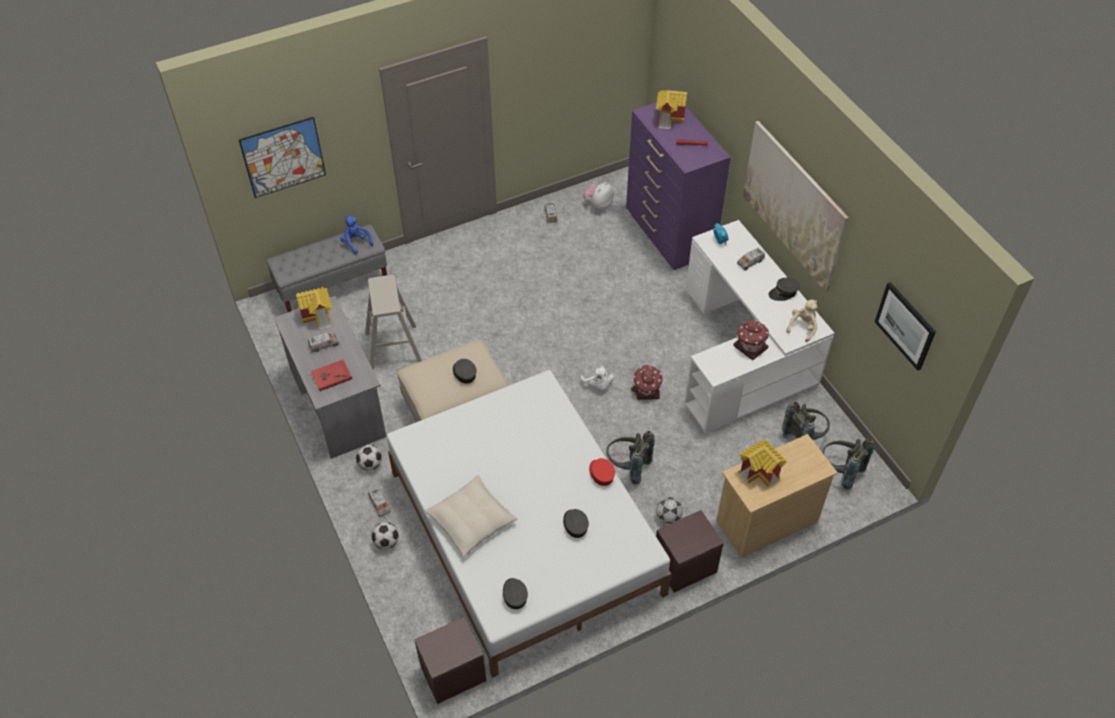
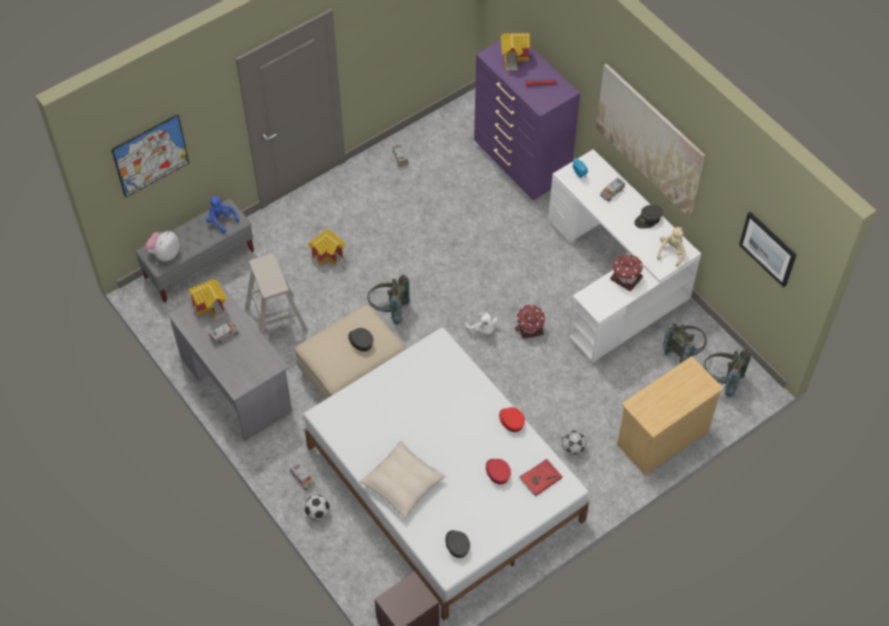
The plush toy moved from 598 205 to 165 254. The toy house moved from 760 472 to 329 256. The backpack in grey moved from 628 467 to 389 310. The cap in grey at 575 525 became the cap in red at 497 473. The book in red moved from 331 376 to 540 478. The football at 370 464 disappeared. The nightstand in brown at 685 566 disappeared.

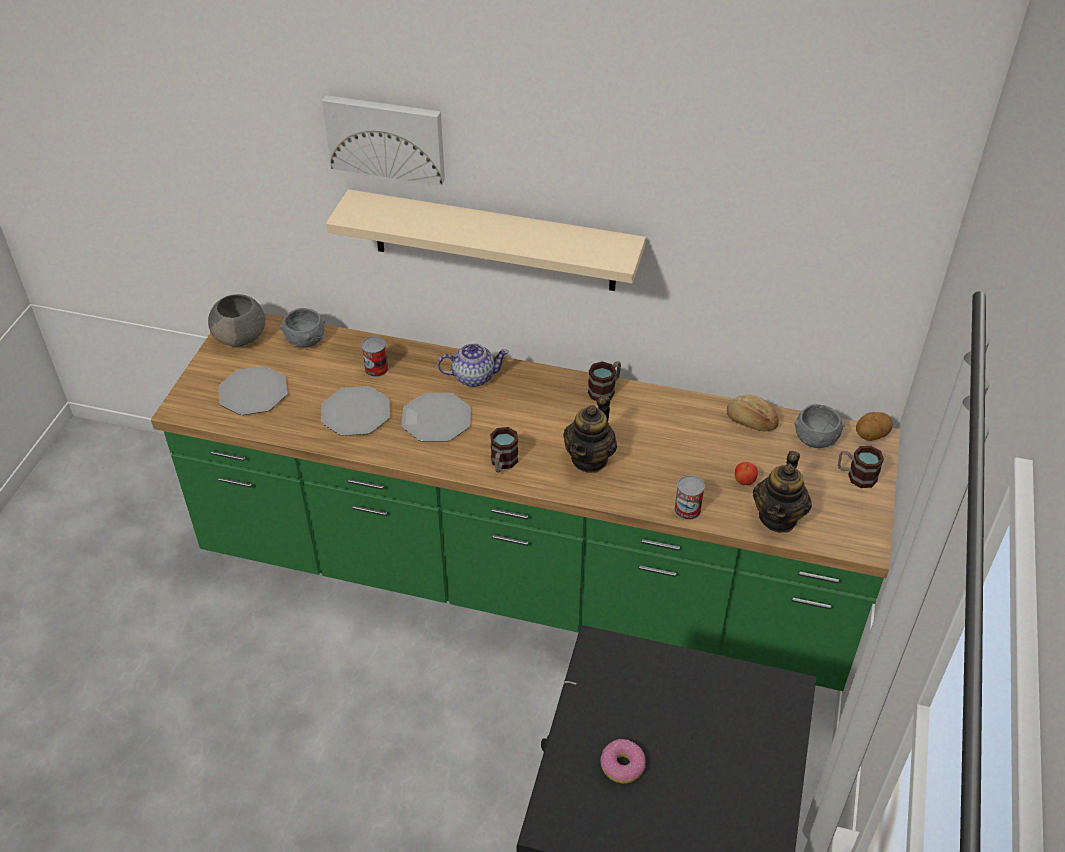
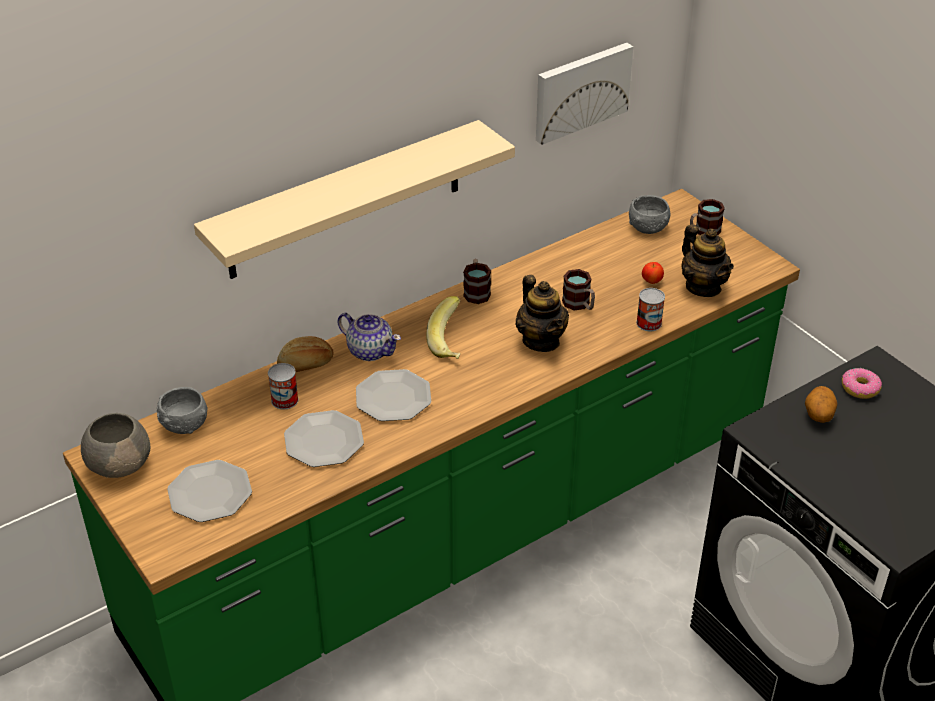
The bread moved from 750 422 to 306 365. The teapot at 473 377 turned 90 degrees clockwise. The banana at 451 343 appeared. The picture moved from 386 137 to 580 91. The mug moved from 502 463 to 579 305. The potato moved from 871 435 to 818 416. The donut moved from 622 766 to 860 388.

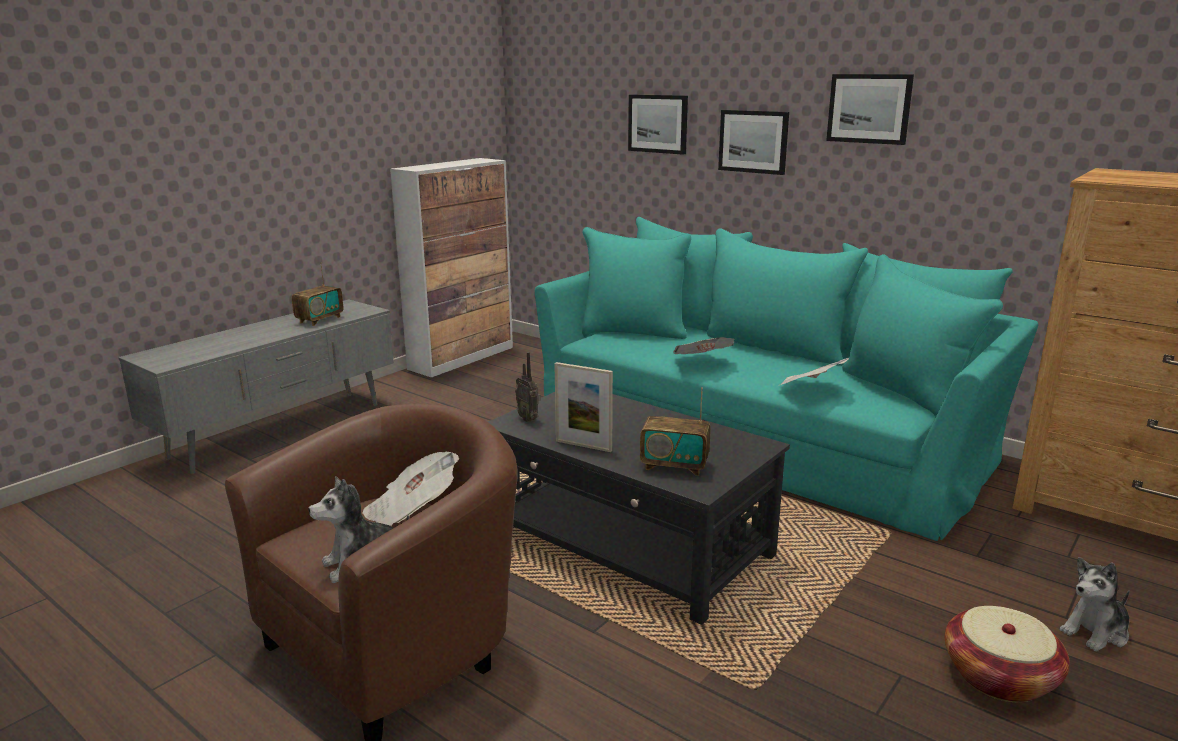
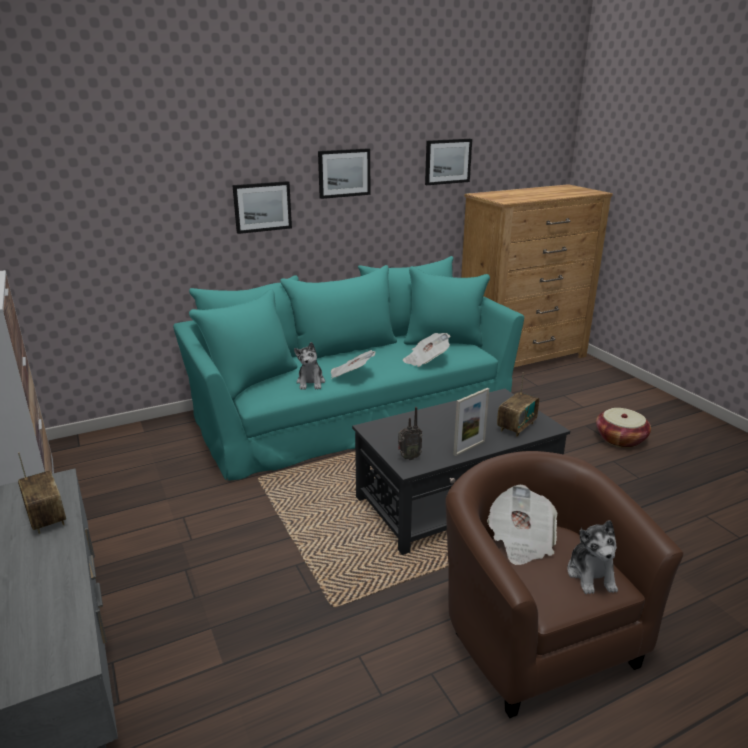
The plush toy moved from 1095 632 to 311 382. The picture moved from 658 123 to 447 161.

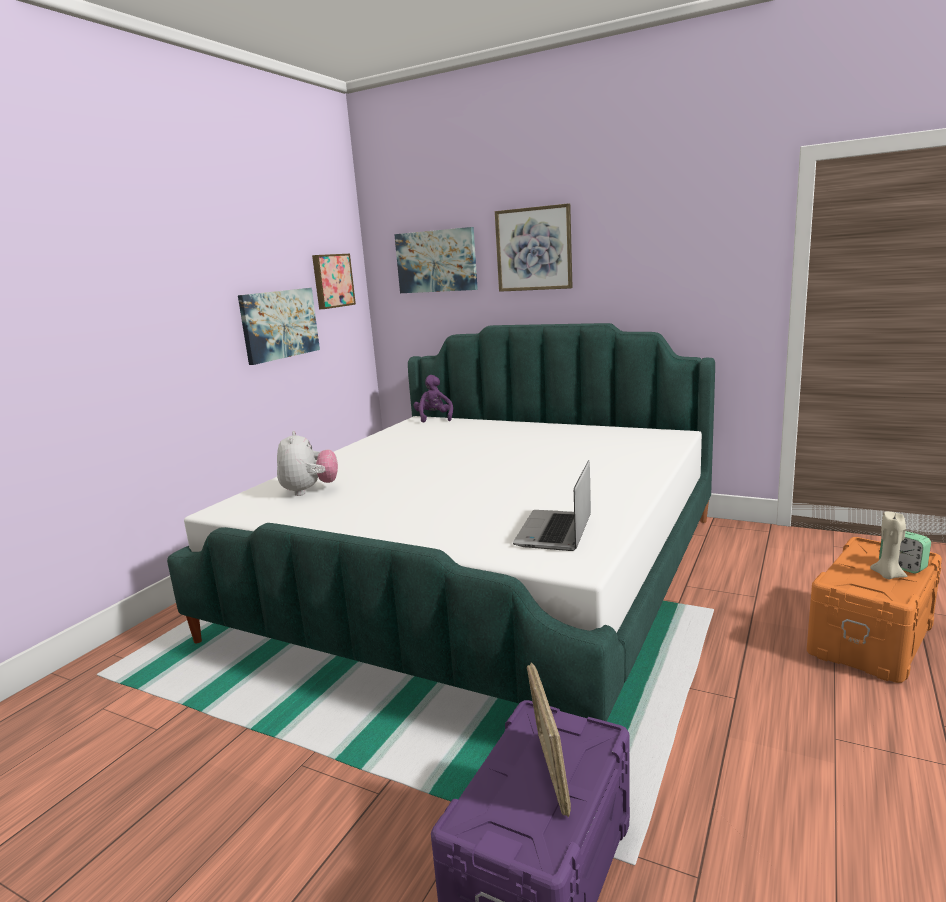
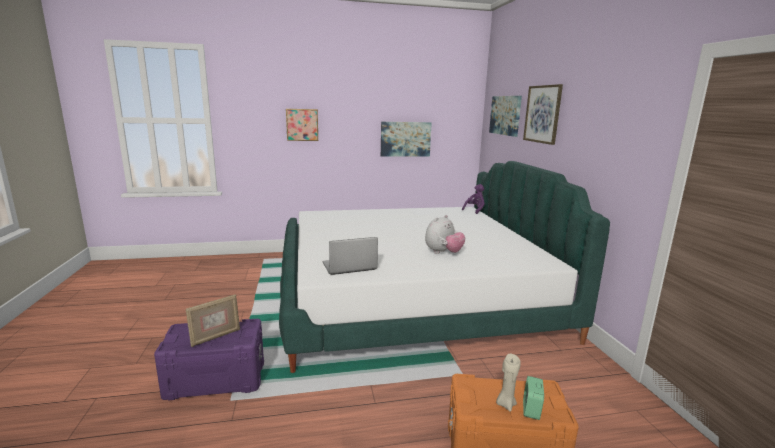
The picture moved from 332 281 to 302 124. The plush toy moved from 309 491 to 443 253.

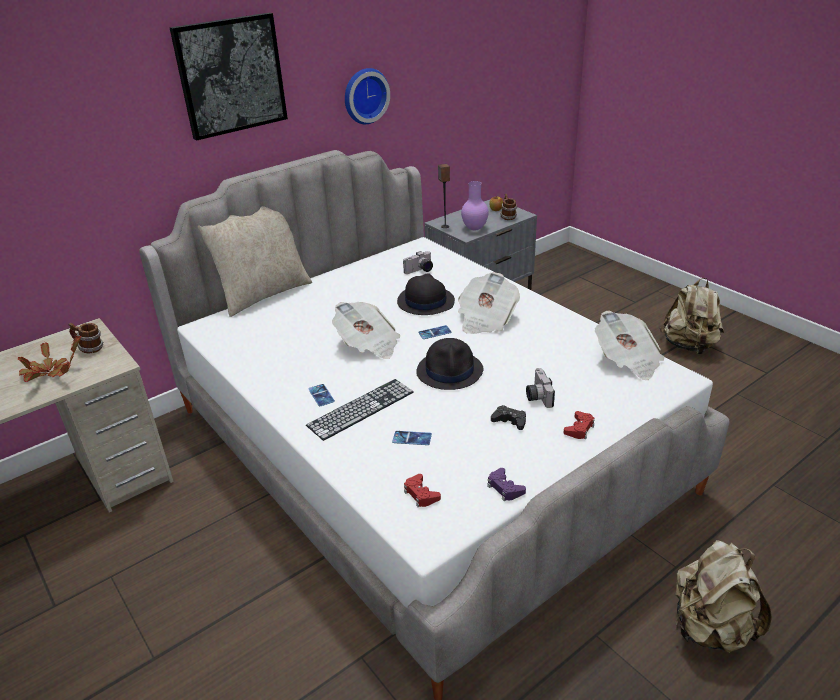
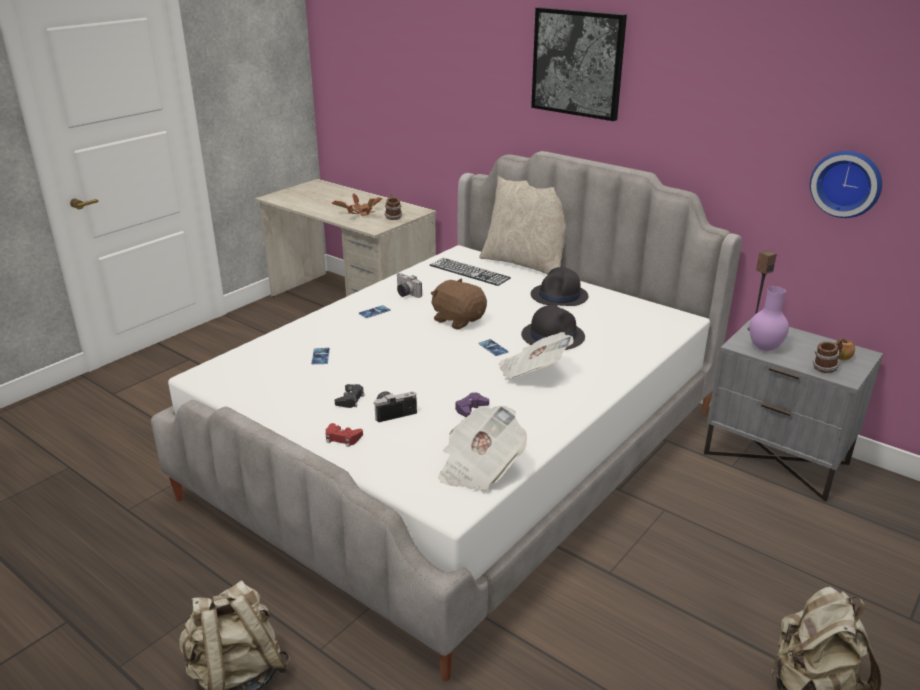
The photo camera moved from 420 271 to 405 294. The keyboard moved from 361 408 to 469 272. The newspaper at 368 345 was replaced by the plush toy in brown at 458 320. The game controller in purple moved from 504 488 to 470 408. The hat in black moved from 450 371 to 559 296. The wall clock moved from 364 95 to 847 183. The game controller in red at 421 494 disappeared.

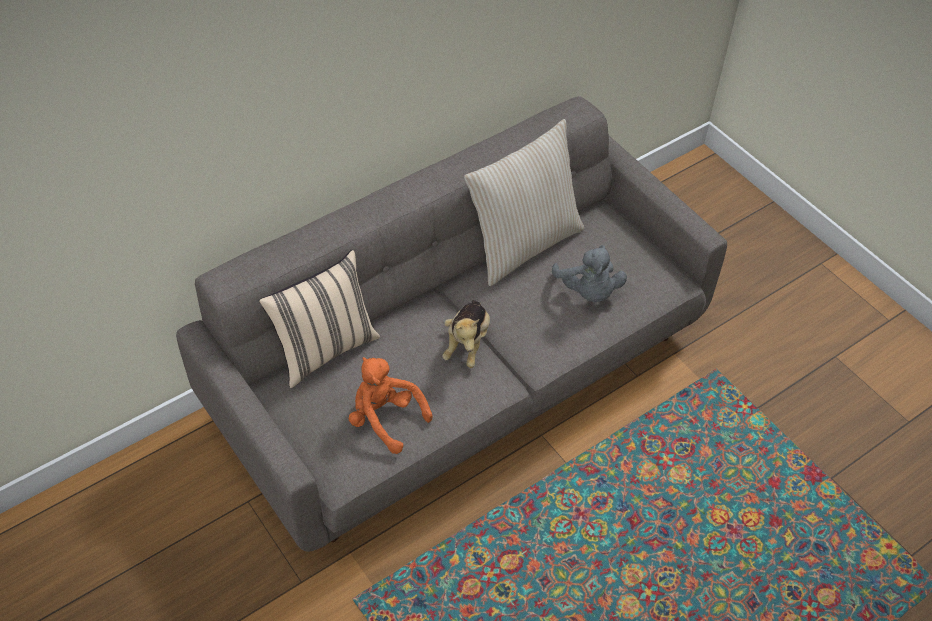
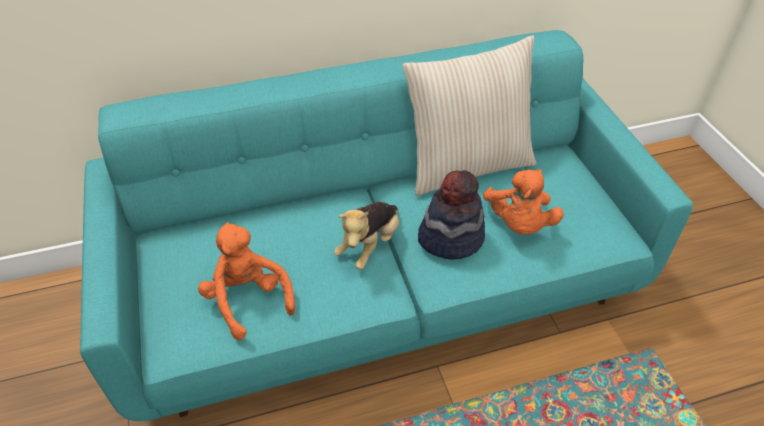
The sofa in grey at 463 375 became the sofa in turquoise at 382 286. The hat at 450 237 appeared. The plush toy in grey at 588 291 became the plush toy in orange at 518 224. The pillow in beige at 324 349 disappeared.

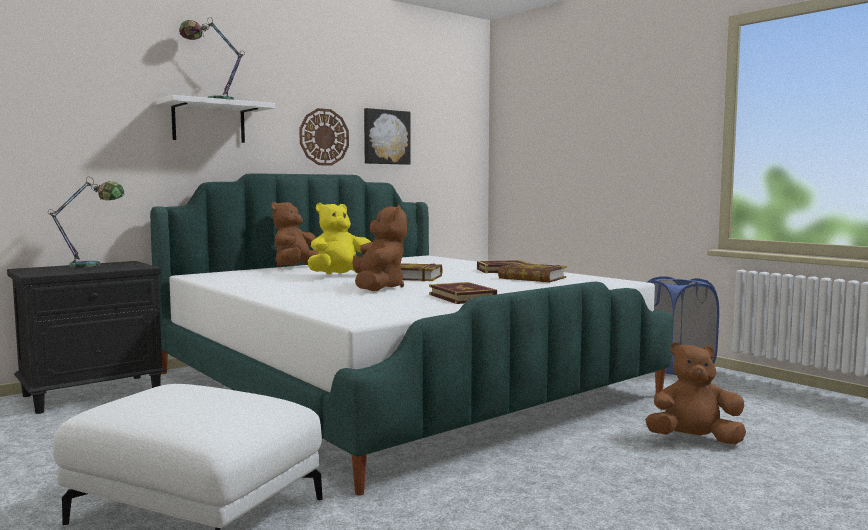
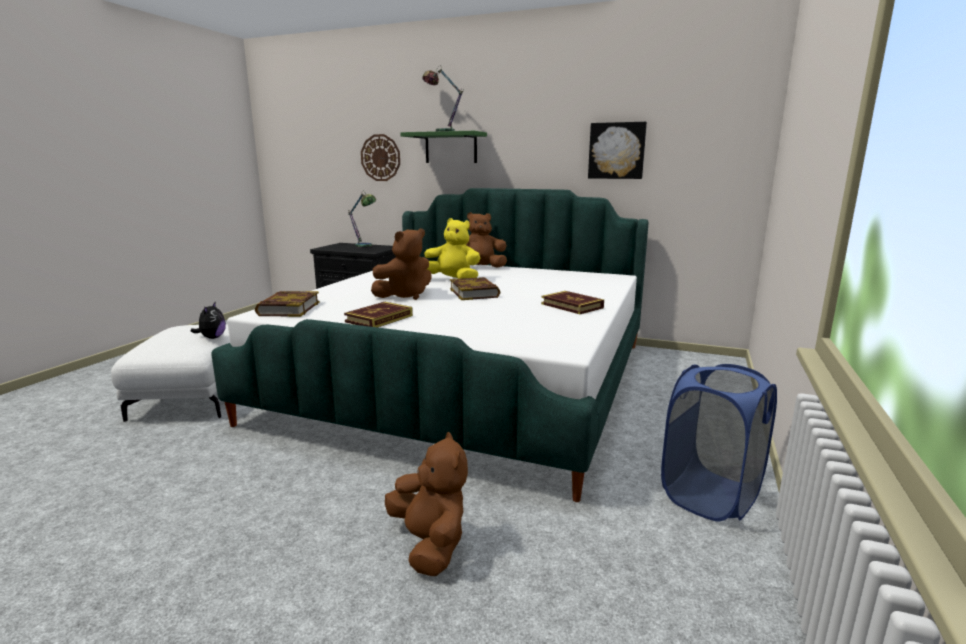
The plush toy at 212 338 appeared. The book moved from 532 278 to 288 309. The wall clock moved from 324 137 to 380 158. The shelf in white at 208 122 became the shelf in green at 451 148.

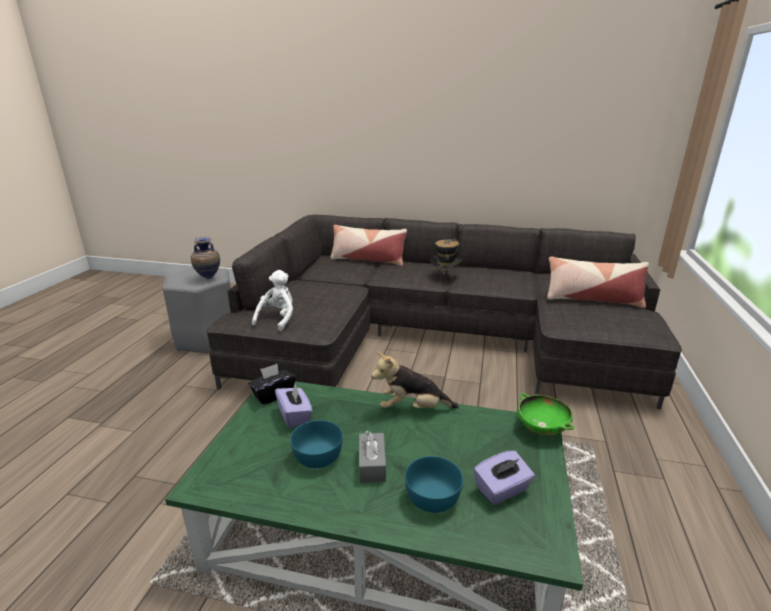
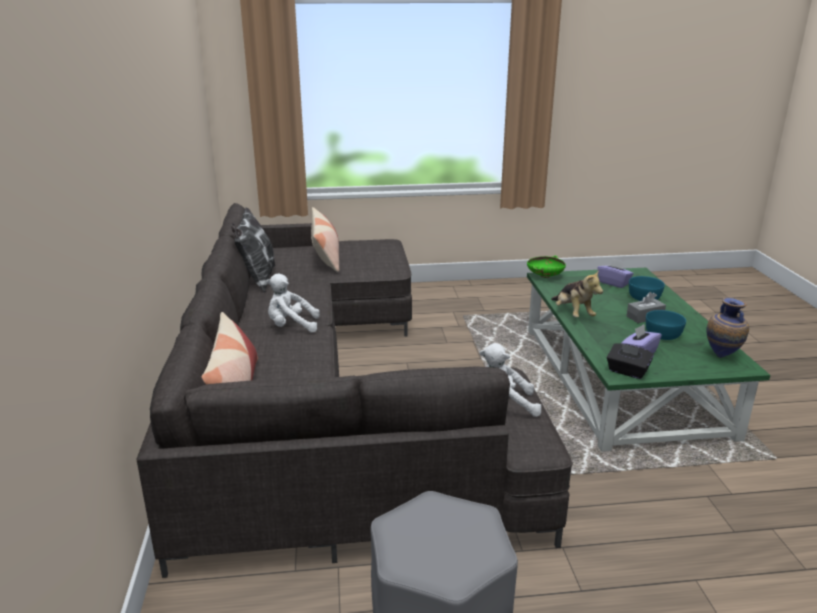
The pillow at 257 280 appeared. The hat at 445 277 was replaced by the plush toy in white at 291 326. The vase moved from 208 279 to 722 356.

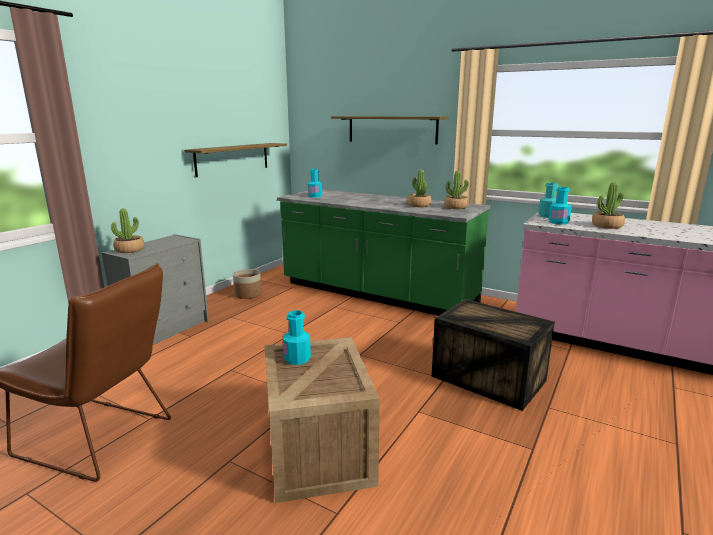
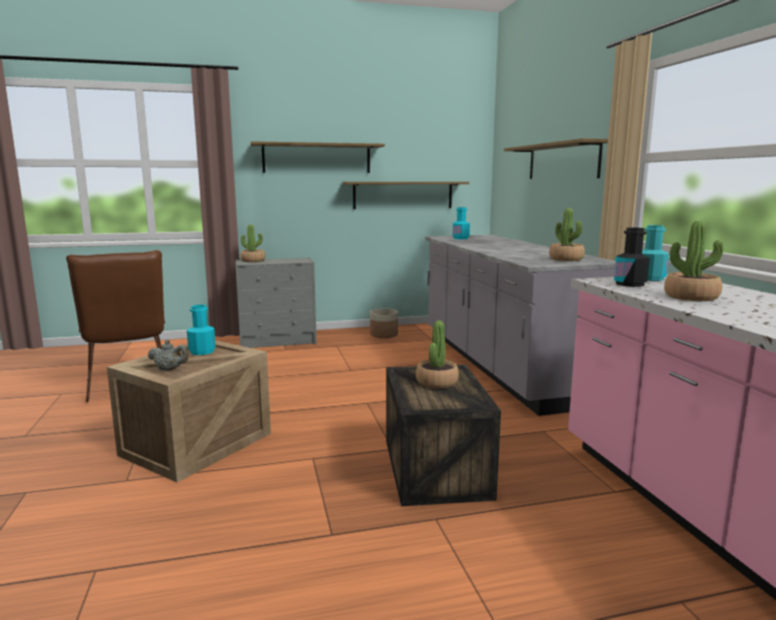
The teapot in grey at 170 369 appeared. The shelf at 317 158 appeared. The potted plant moved from 418 205 to 436 382. The counter in green at 377 294 became the counter in grey at 500 365. The bottle in turquoise at 558 222 became the bottle in black at 629 284.

